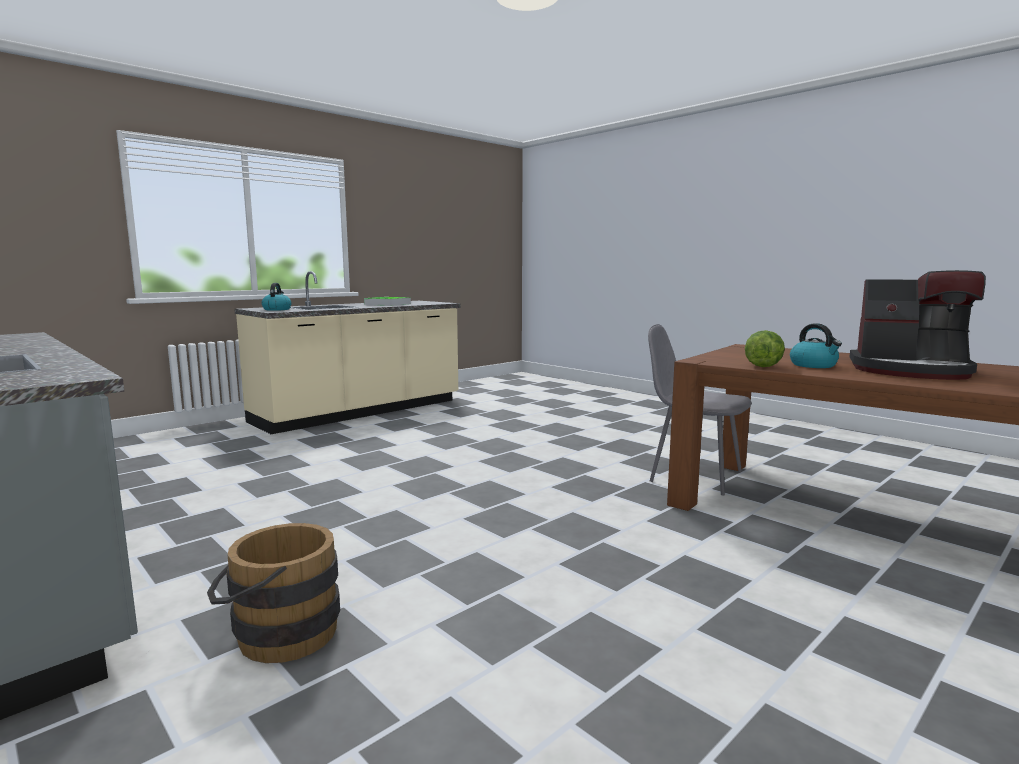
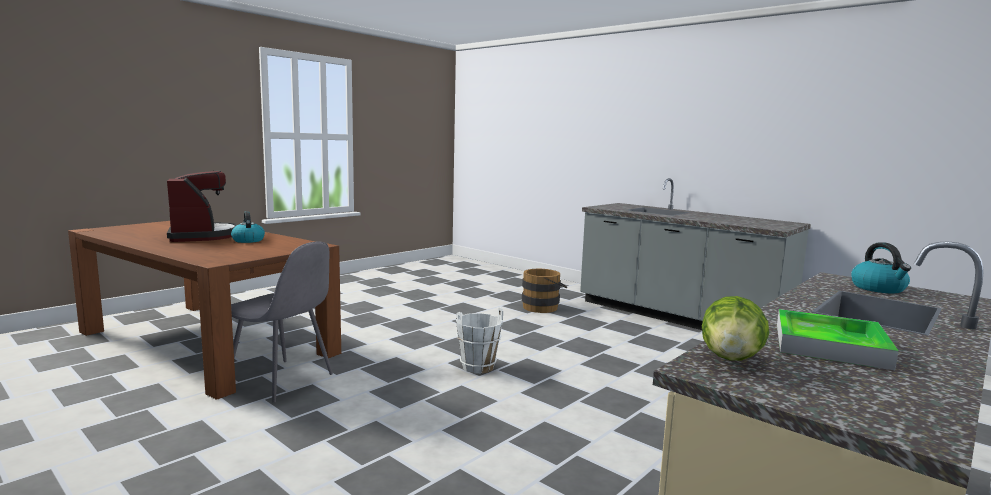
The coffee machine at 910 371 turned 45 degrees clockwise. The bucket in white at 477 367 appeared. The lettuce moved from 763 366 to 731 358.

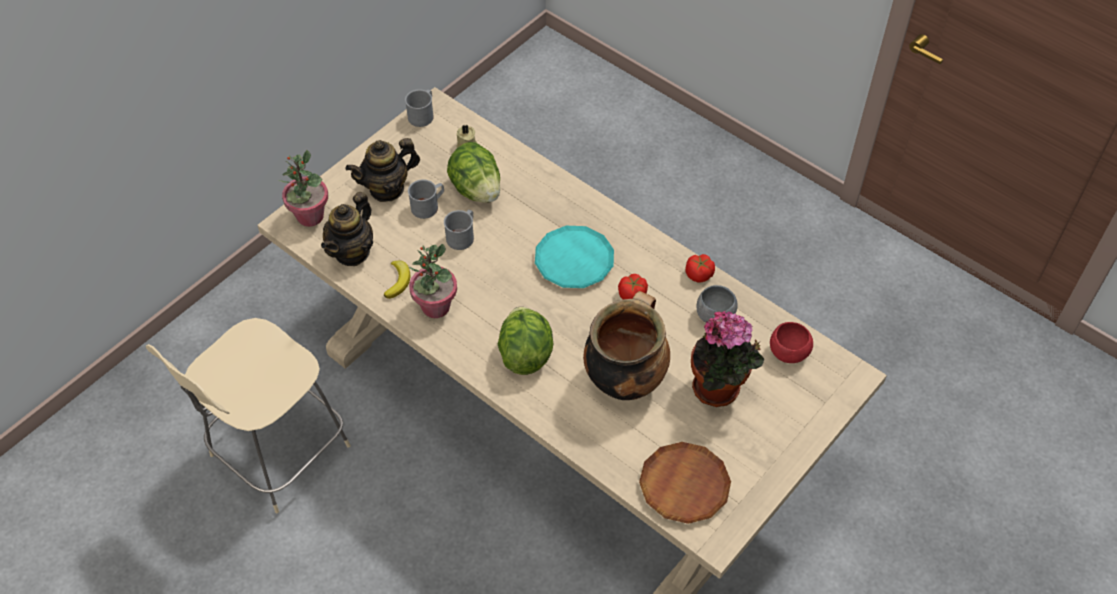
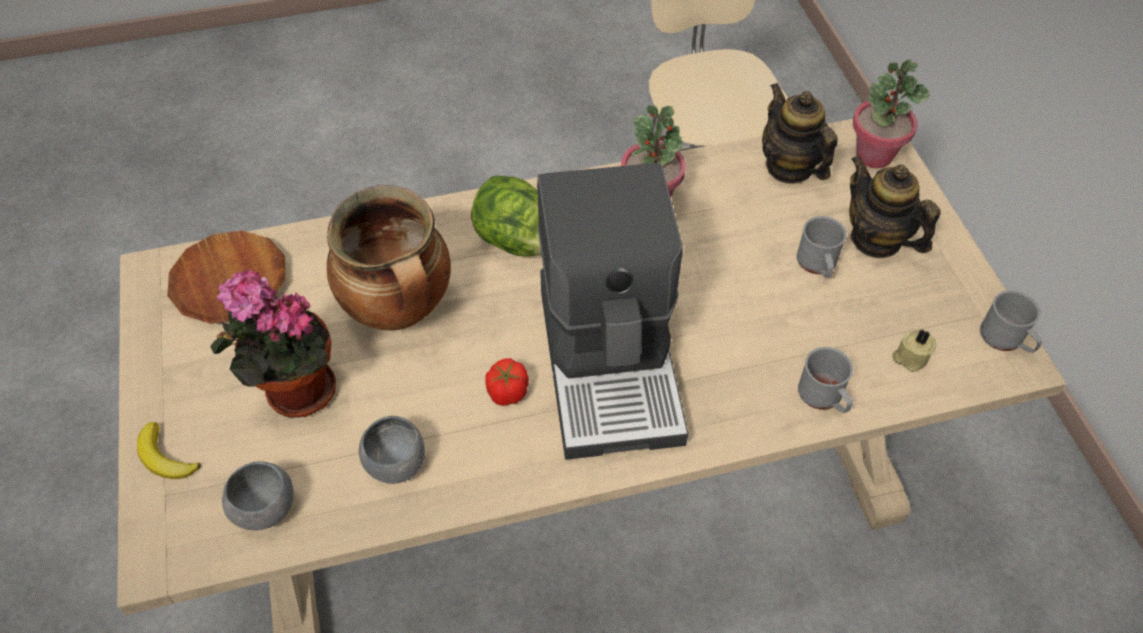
The banana moved from 398 281 to 165 457. The bowl in red at 788 352 became the bowl in grey at 265 508. The plate in turquoise at 574 261 was replaced by the coffee machine at 612 362. The mug in grey moved from 462 236 to 824 397. The teapot at 387 189 turned 45 degrees counterclockwise. The lettuce at 476 189 disappeared. The tomato at 699 275 disappeared.

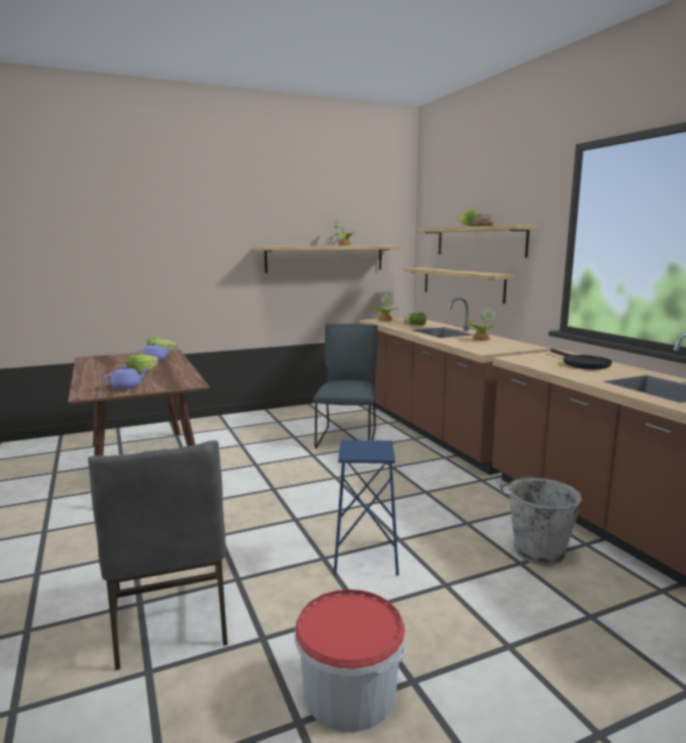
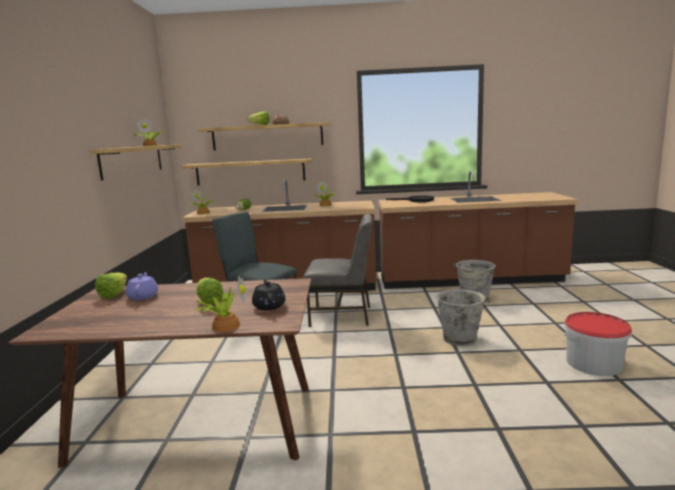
The potted plant at 224 325 appeared. The teapot in purple at 127 387 became the teapot in black at 269 306. The chair in grey moved from 170 619 to 342 316. The stool in blue at 366 556 was replaced by the bucket in grey at 461 339.

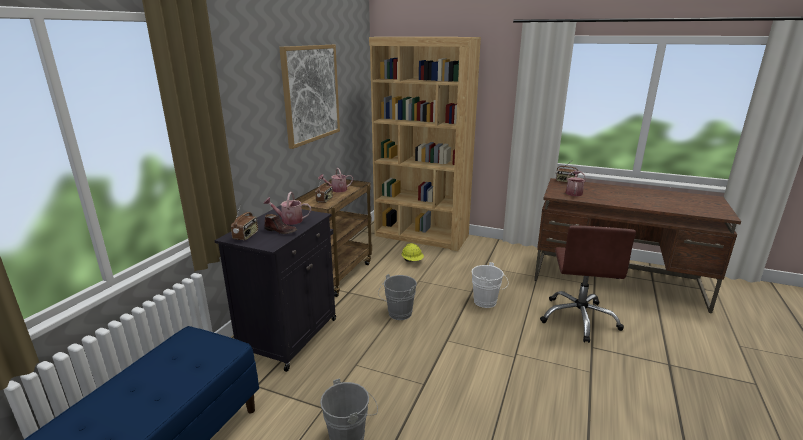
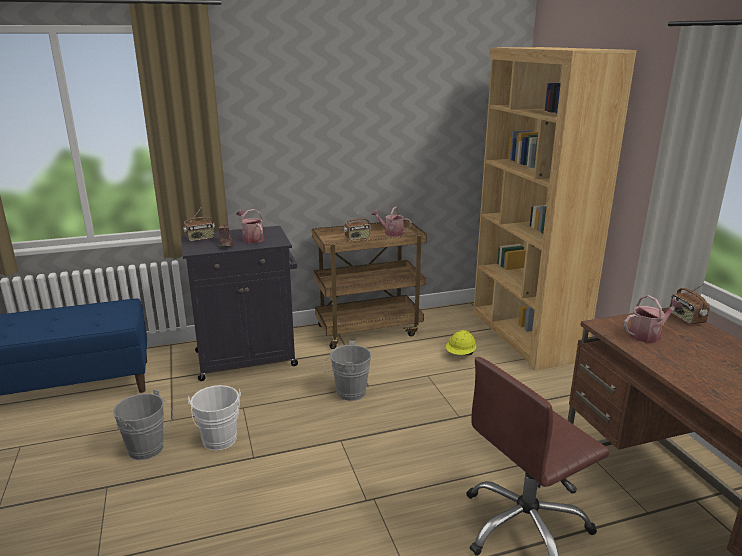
The bucket in white moved from 487 302 to 219 442. The picture at 311 94 disappeared.

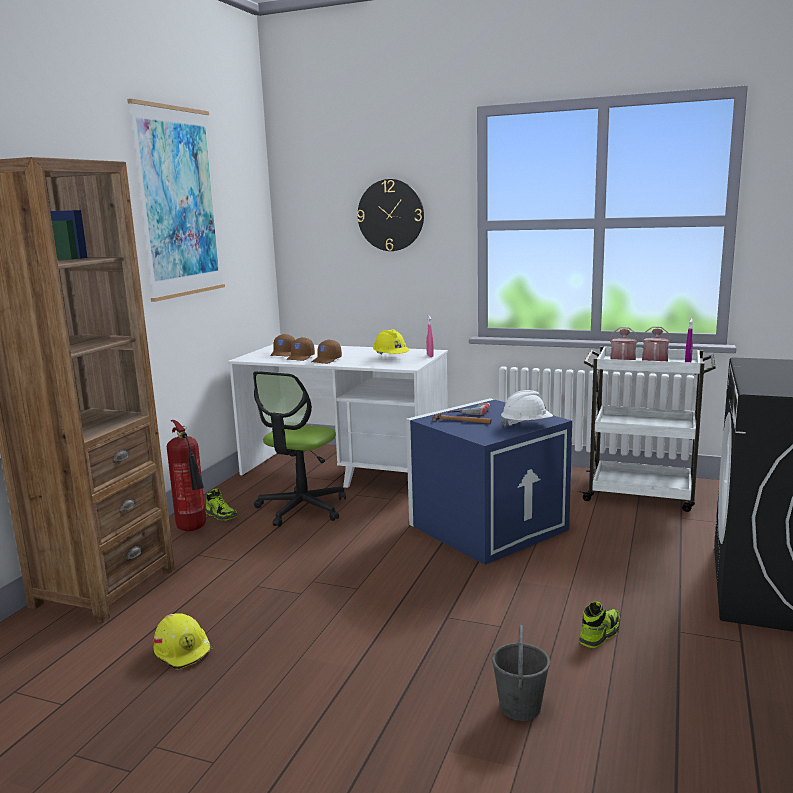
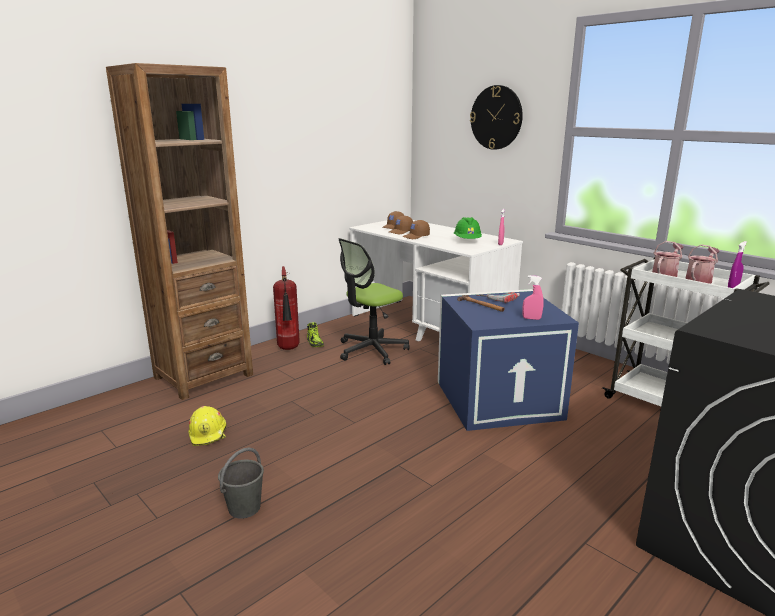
The bucket in grey moved from 520 708 to 244 508. The hard hat in yellow at 391 357 became the hard hat in green at 467 241. The hard hat in white at 526 425 was replaced by the spray bottle in pink at 531 318. The picture at 179 202 disappeared. The shoe at 599 634 disappeared.

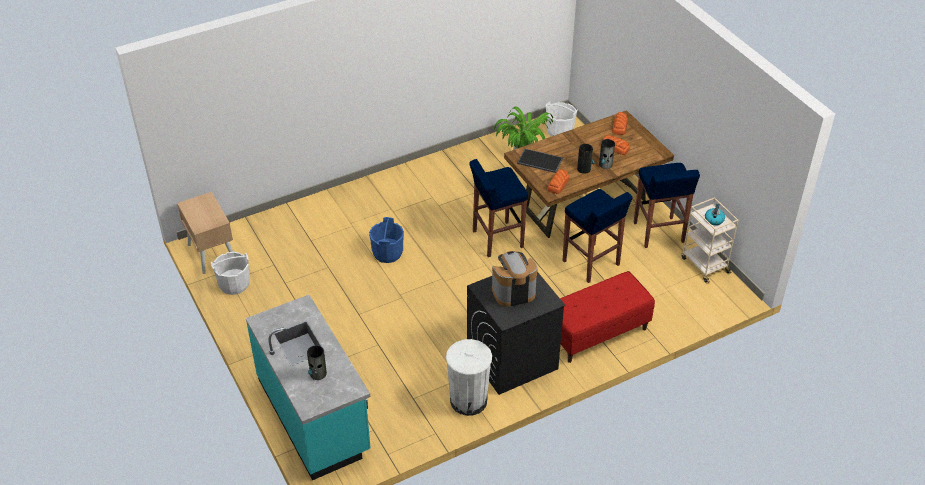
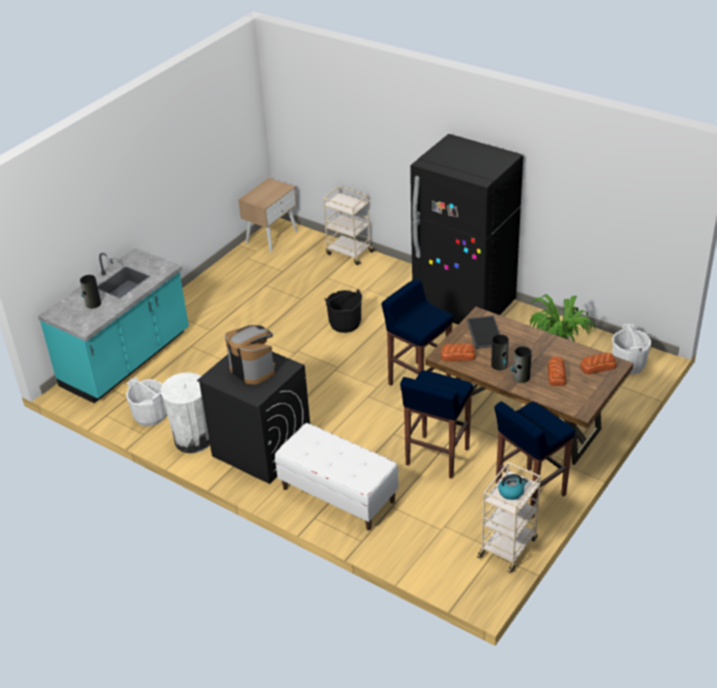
The bucket in white moved from 234 284 to 150 415. The bench in red at 597 333 became the bench in white at 338 495. The cart in beige at 349 253 appeared. The bucket in blue at 387 253 became the bucket in black at 345 323. The fridge in black at 464 307 appeared.

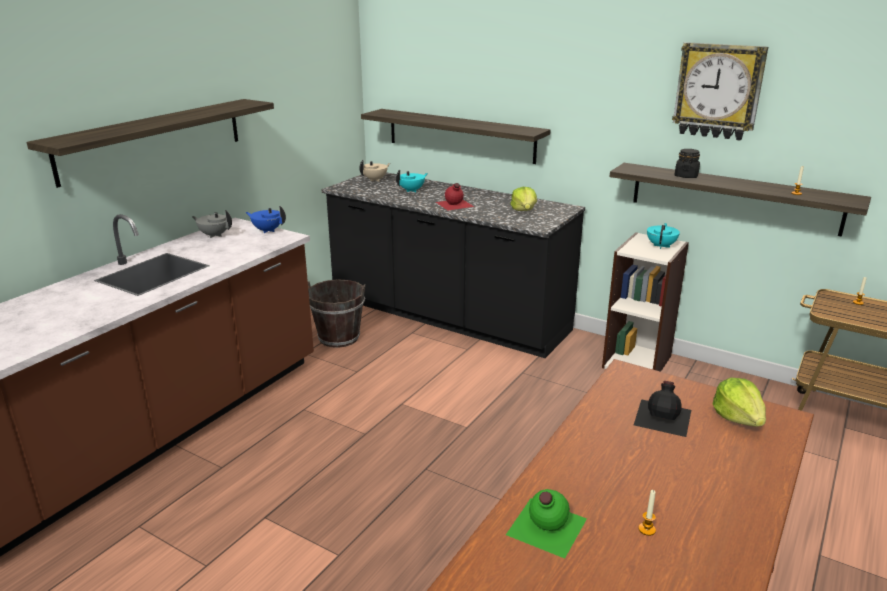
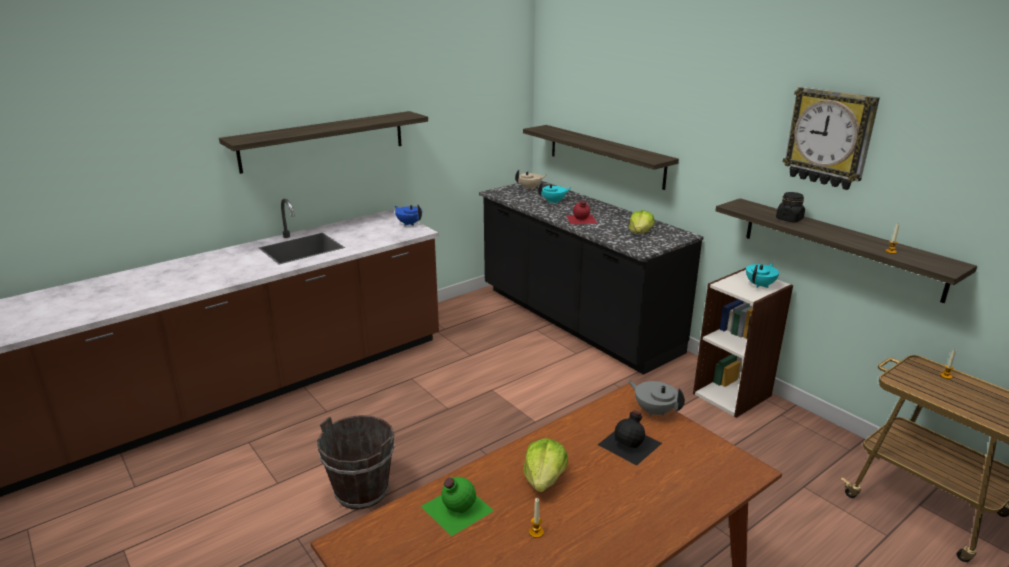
The bucket in brown moved from 339 337 to 362 491. The lettuce moved from 738 417 to 544 479. The teapot in grey moved from 214 235 to 654 411.

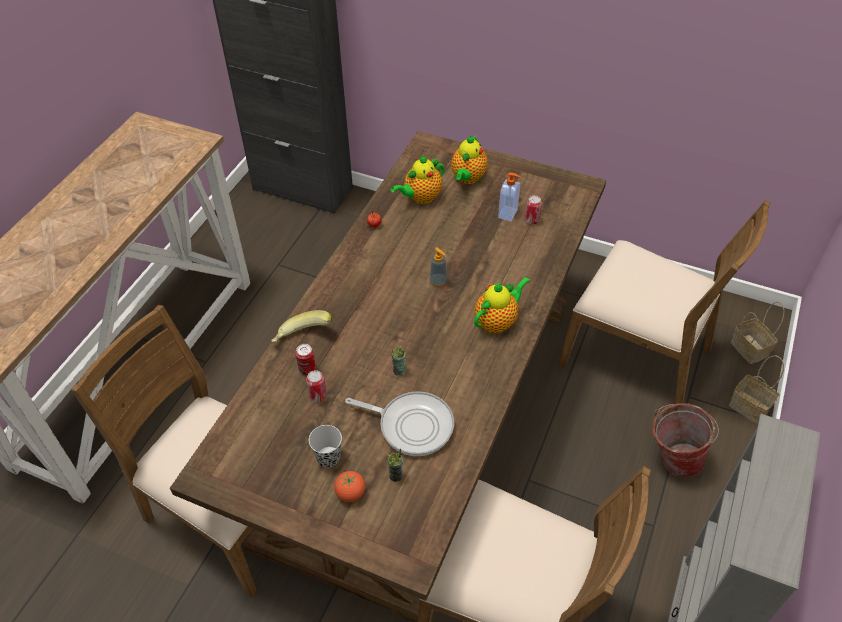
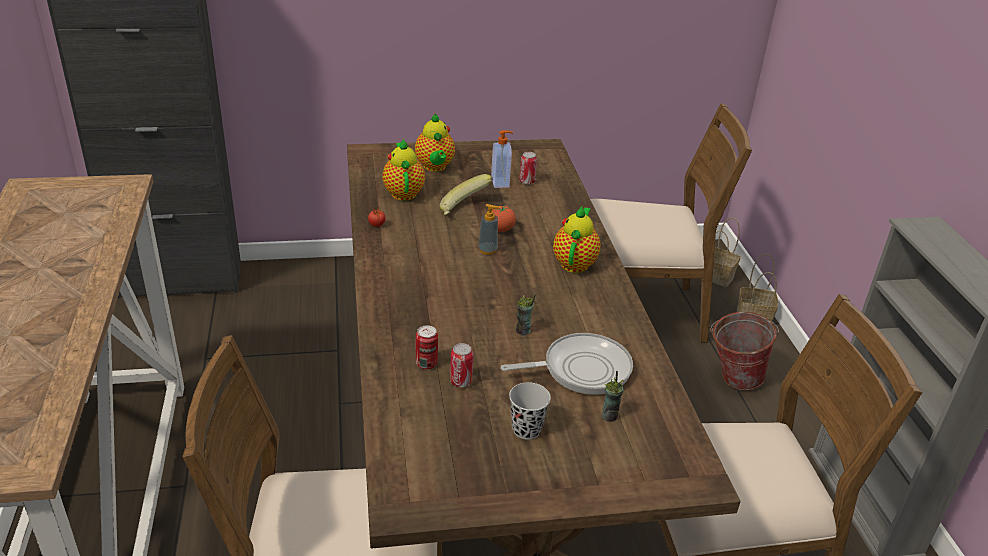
The teapot at 421 197 turned 150 degrees clockwise. The banana moved from 303 338 to 464 210. The tomato moved from 350 493 to 501 229.

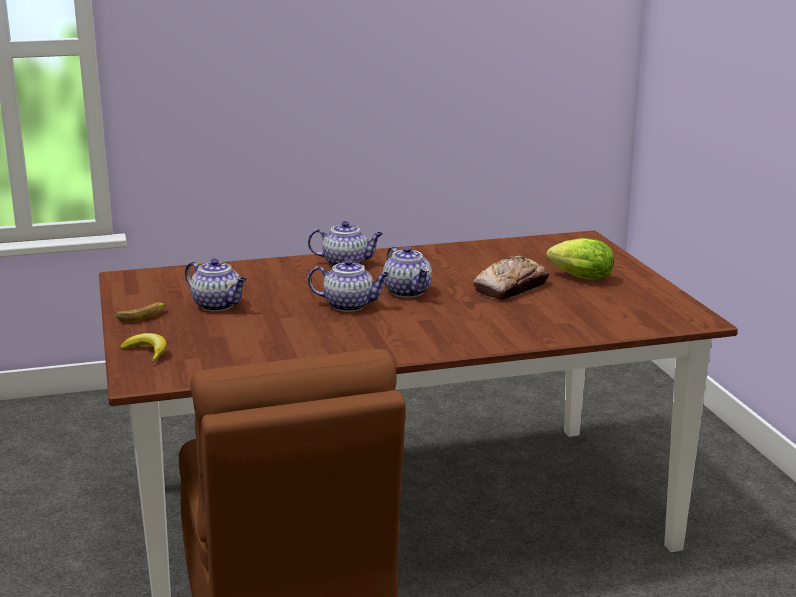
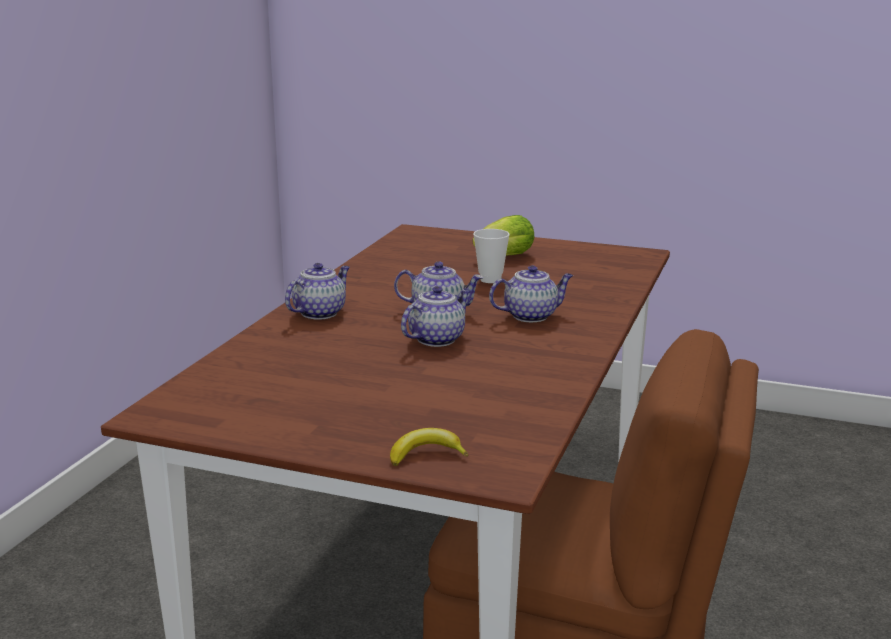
The bread at 511 288 was replaced by the cup at 490 279. The teapot moved from 218 305 to 531 316. The banana at 142 316 disappeared.

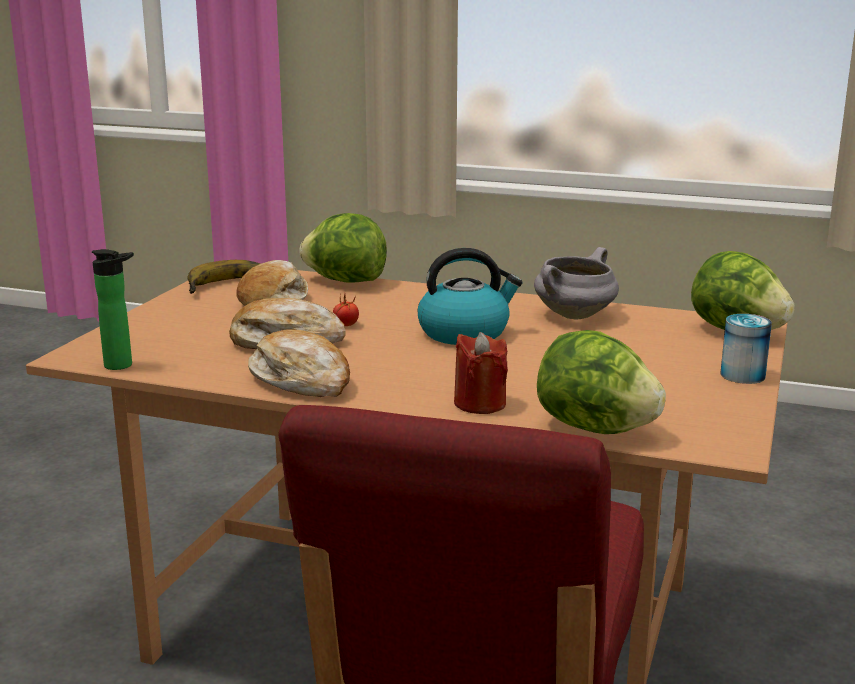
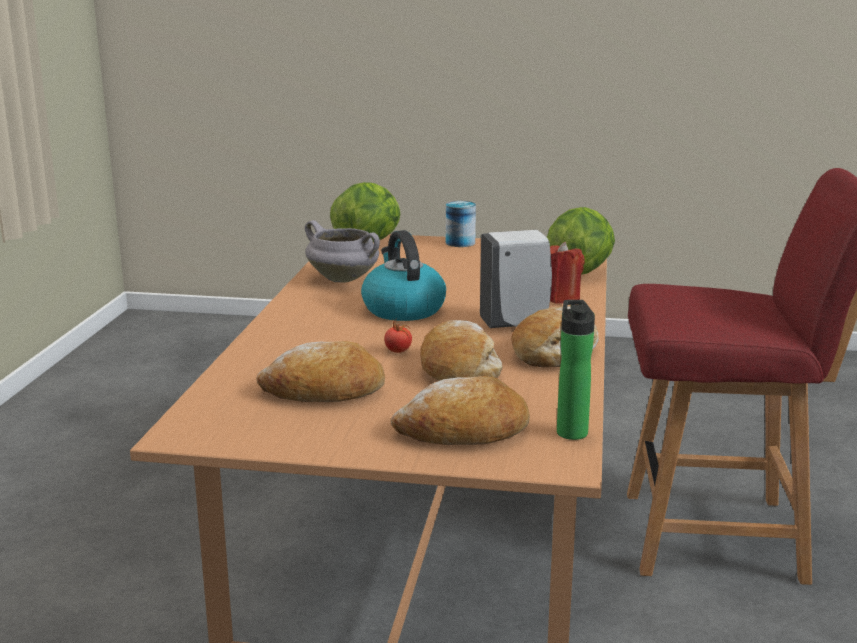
The bread at 464 431 appeared. The soap dispenser in white at 516 324 appeared. The banana at 231 286 disappeared. The lettuce at 345 281 disappeared.

